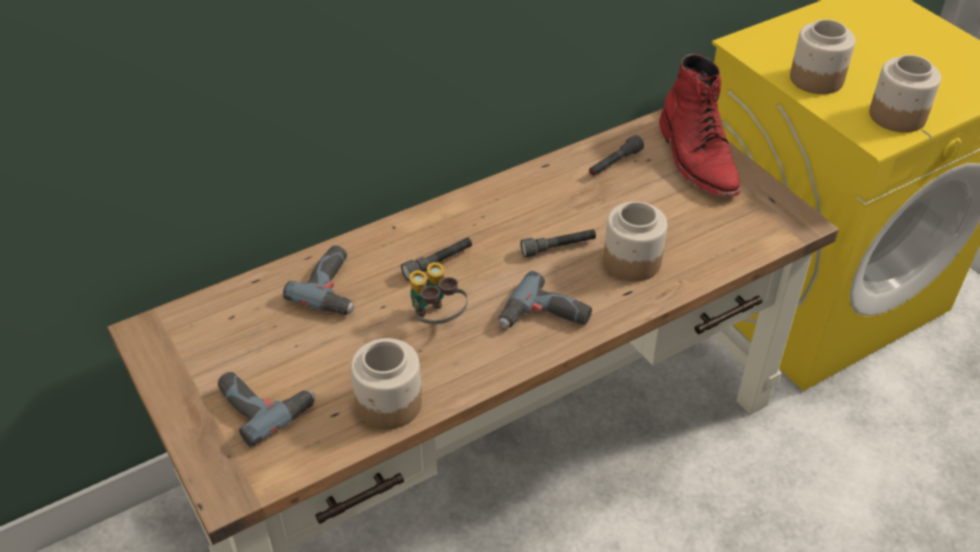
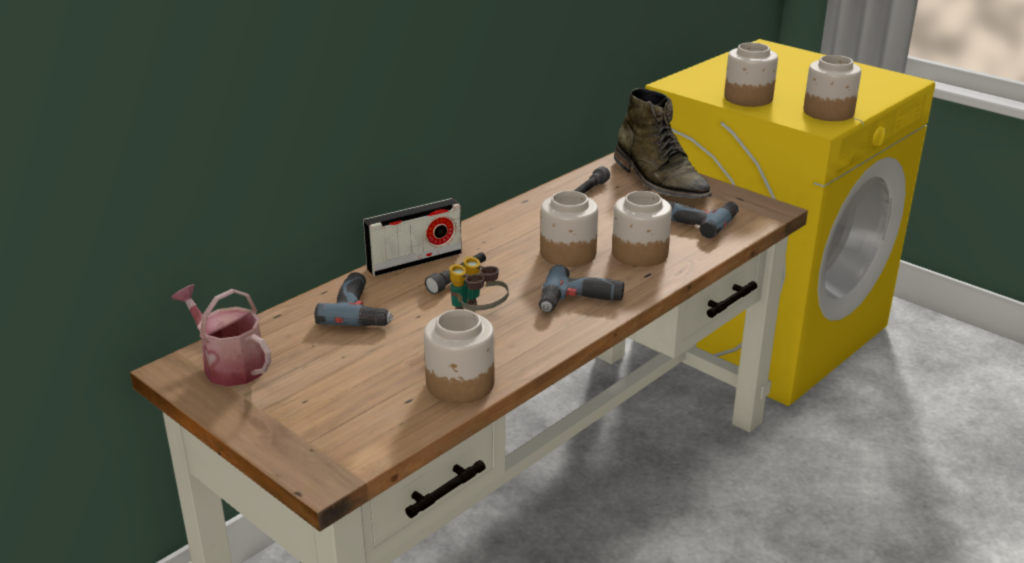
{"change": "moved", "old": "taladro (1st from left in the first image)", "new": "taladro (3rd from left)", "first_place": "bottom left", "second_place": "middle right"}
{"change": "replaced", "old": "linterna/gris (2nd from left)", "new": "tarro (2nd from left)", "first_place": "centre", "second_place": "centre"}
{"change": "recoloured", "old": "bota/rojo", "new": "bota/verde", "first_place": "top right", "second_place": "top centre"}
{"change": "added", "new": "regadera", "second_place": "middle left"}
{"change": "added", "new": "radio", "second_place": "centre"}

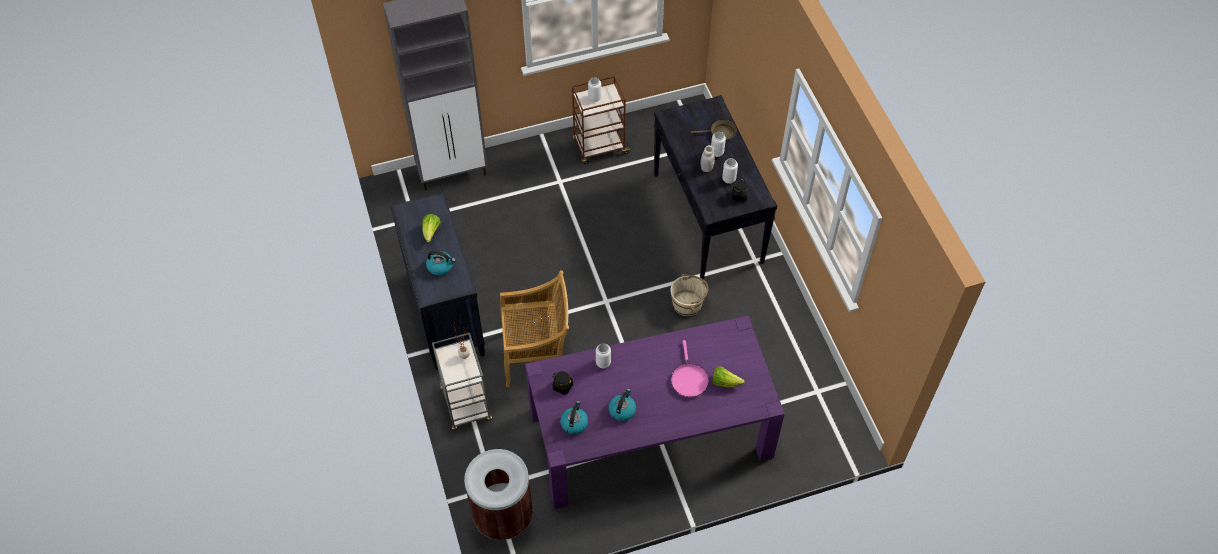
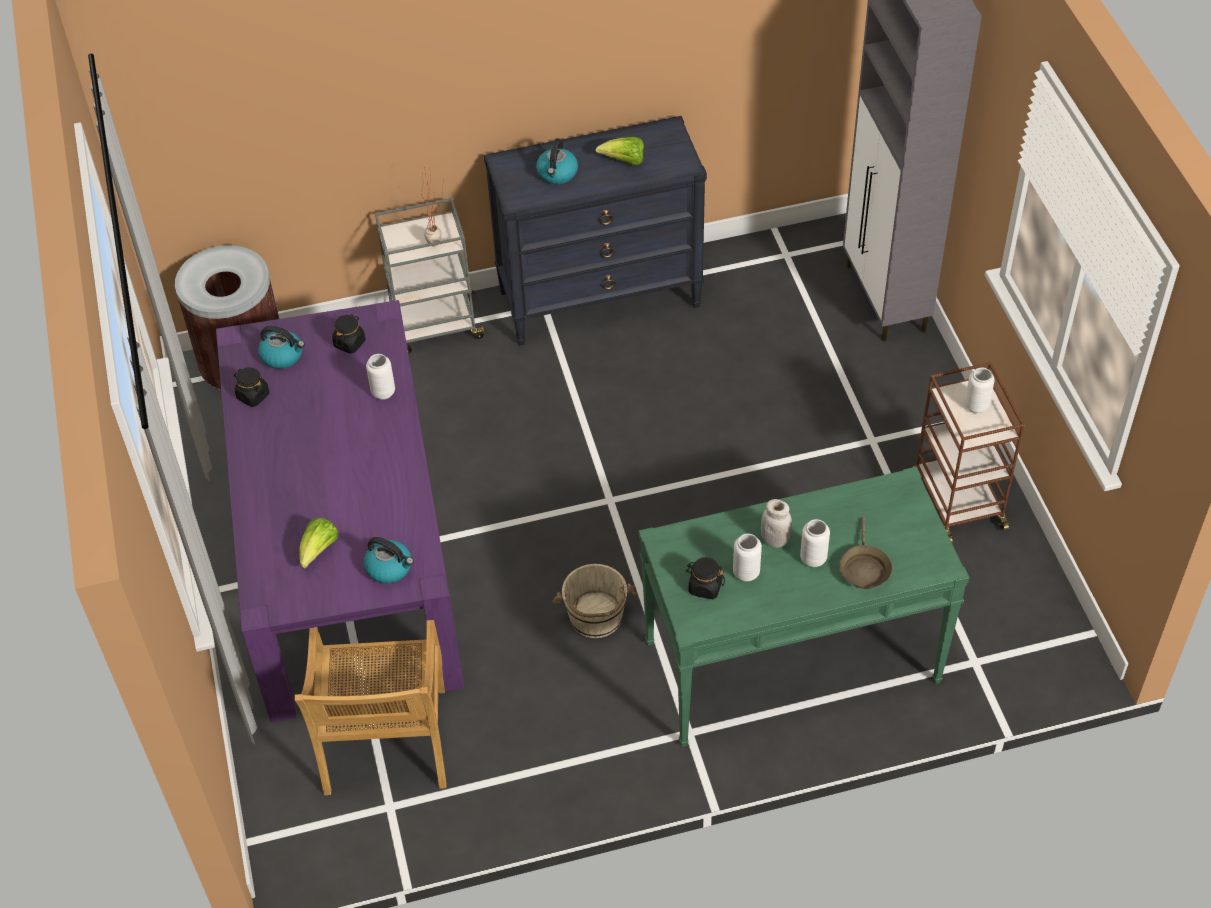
{"change": "moved", "old": "silla/beis", "first_place": "centre", "second_place": "bottom left"}
{"change": "moved", "old": "hervidor (3rd from left in the first image)", "new": "hervidor (2nd from left)", "first_place": "bottom centre", "second_place": "middle left"}
{"change": "recoloured", "old": "mesa consola/negro", "new": "mesa consola/verde", "first_place": "centre", "second_place": "bottom centre"}
{"change": "removed", "old": "sartén/rosa", "first_place": "centre"}
{"change": "added", "new": "tarro/negro (1st from left)", "second_place": "middle left"}

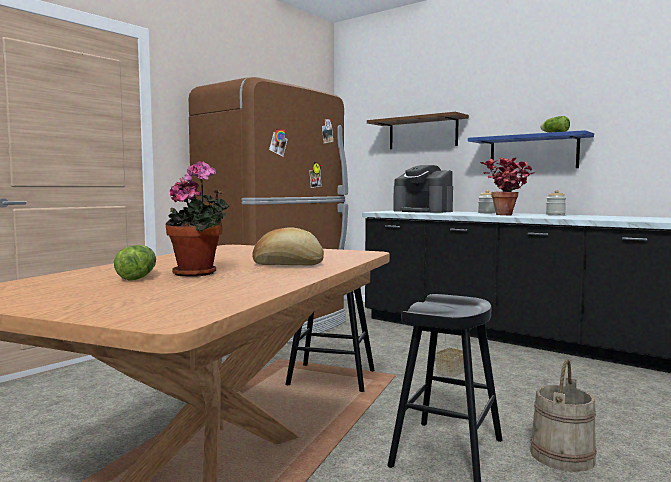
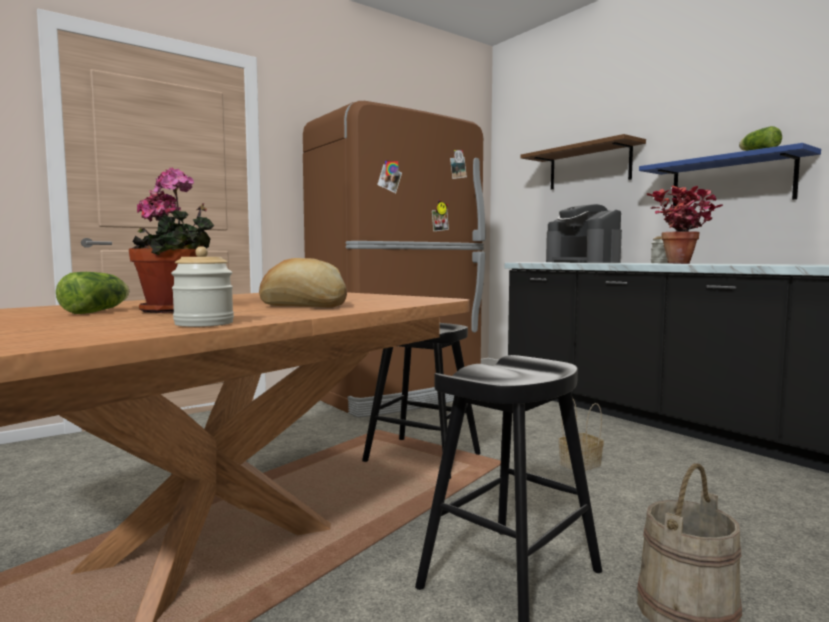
{"change": "moved", "old": "tarro (2nd from left in the first image)", "new": "tarro (1st from left)", "first_place": "middle right", "second_place": "middle left"}

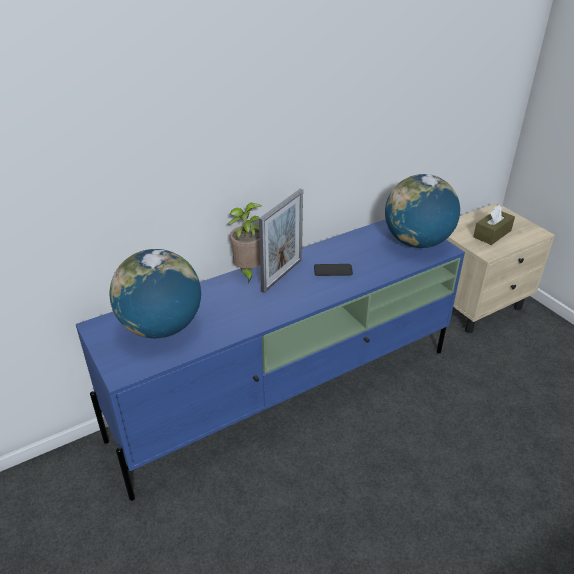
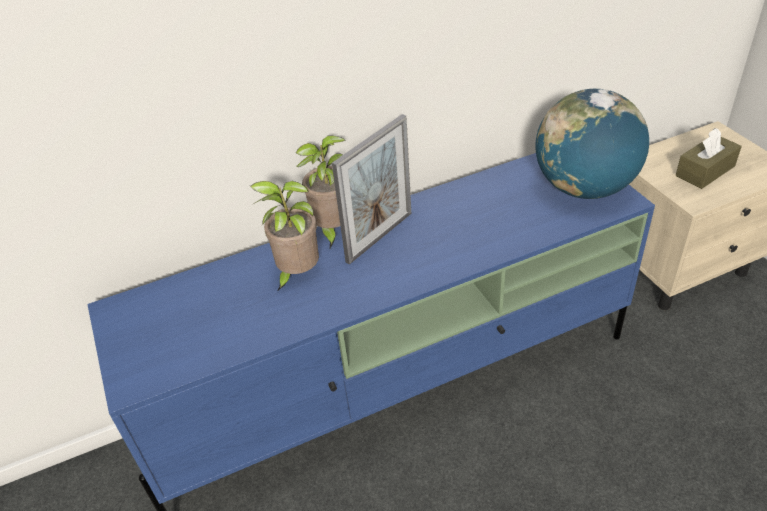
{"change": "removed", "old": "globo terráqueo (1st from left)", "first_place": "middle left"}
{"change": "removed", "old": "móvil", "first_place": "centre"}
{"change": "added", "new": "planta en maceta (1st from left)", "second_place": "centre"}

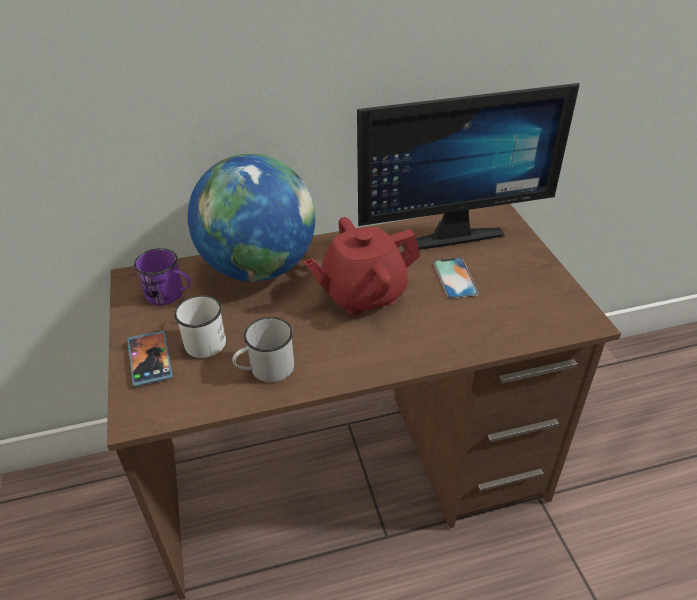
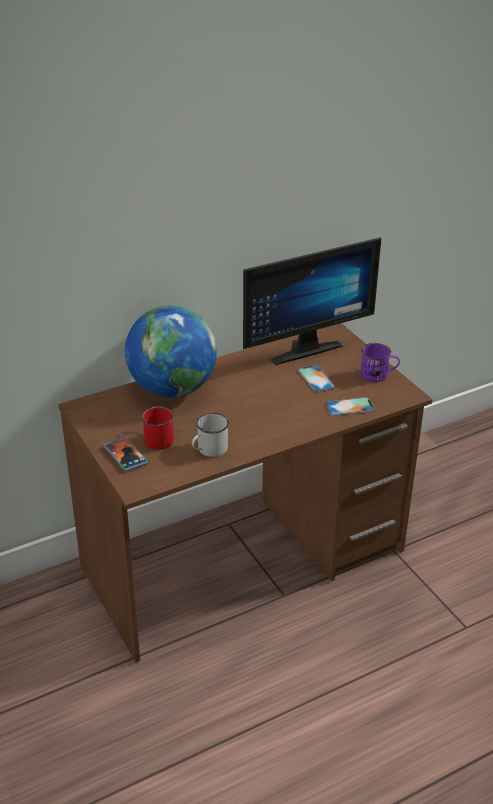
{"change": "moved", "old": "taza grande/morado", "first_place": "middle left", "second_place": "middle right"}
{"change": "recoloured", "old": "taza grande/blanco (1st from left)", "new": "taza grande/rojo", "first_place": "middle left", "second_place": "middle left"}
{"change": "removed", "old": "tetera/rojo", "first_place": "centre"}
{"change": "added", "new": "móvil (3rd from left)", "second_place": "middle right"}

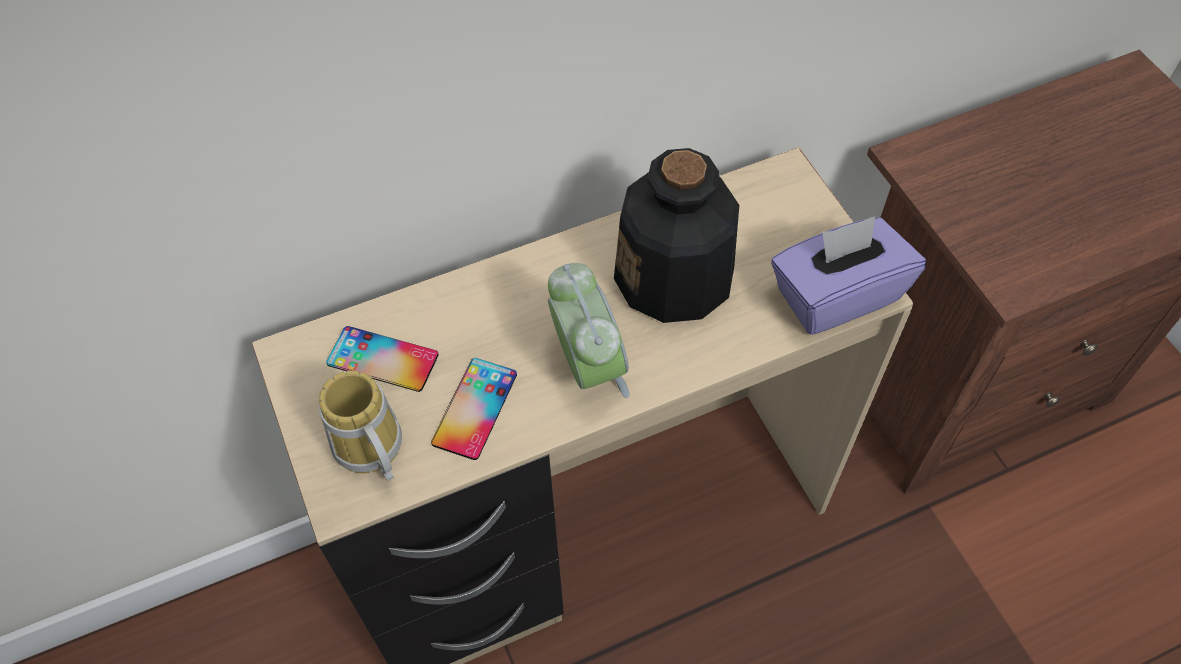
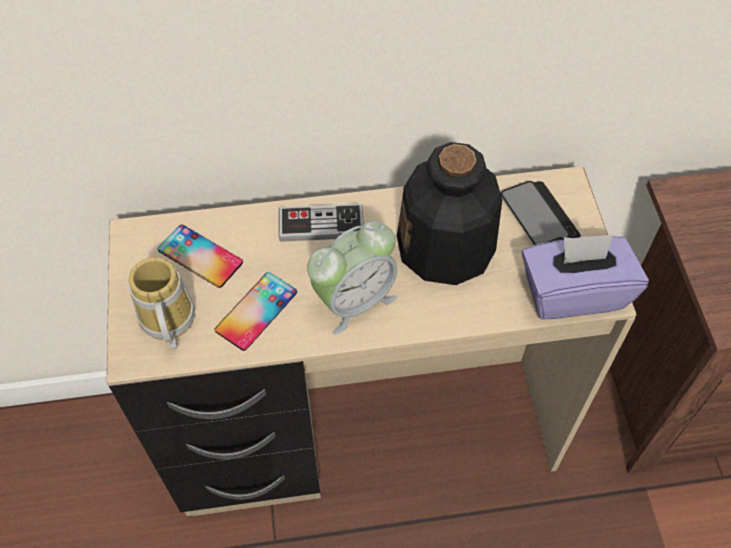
{"change": "turned", "old": "despertador", "first_place": "centre", "second_place": "centre", "degrees": 60}
{"change": "added", "new": "mando de consola", "second_place": "centre"}
{"change": "added", "new": "móvil (3rd from left)", "second_place": "middle right"}

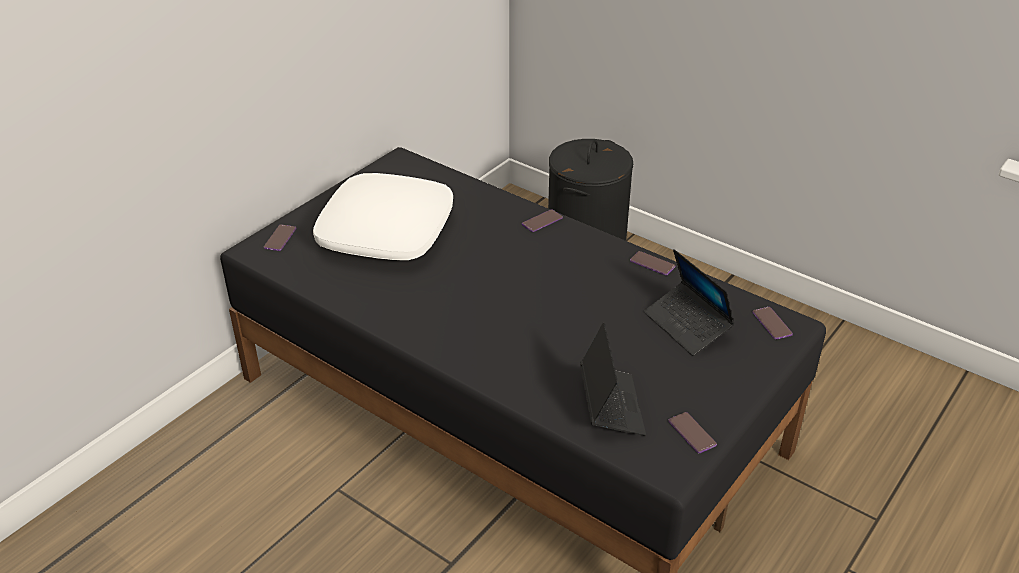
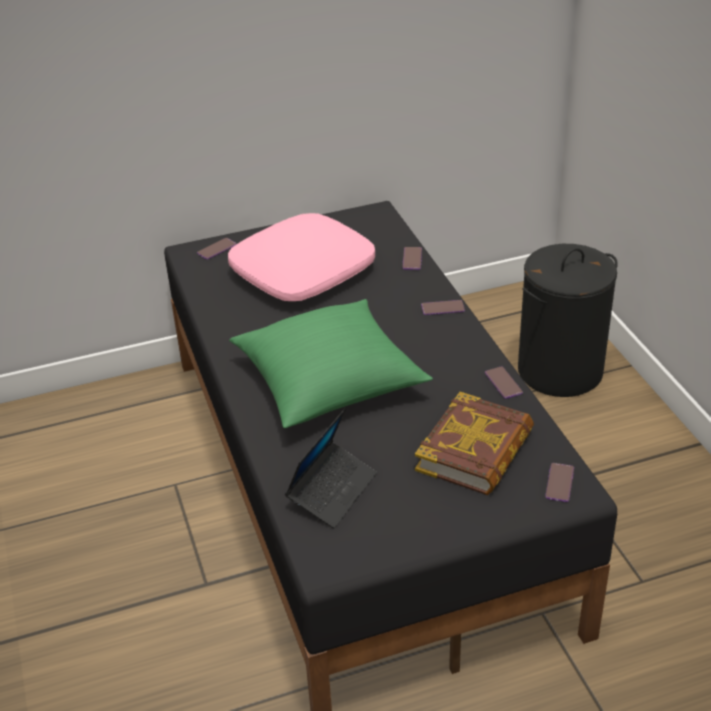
{"change": "recoloured", "old": "cojín/blanco", "new": "cojín/rosa", "first_place": "centre", "second_place": "centre"}
{"change": "replaced", "old": "portátil (2nd from left)", "new": "libro", "first_place": "middle right", "second_place": "middle right"}
{"change": "moved", "old": "móvil (4th from left in the first image)", "new": "móvil (2nd from left)", "first_place": "bottom right", "second_place": "centre"}
{"change": "added", "new": "cojín/verde", "second_place": "centre"}

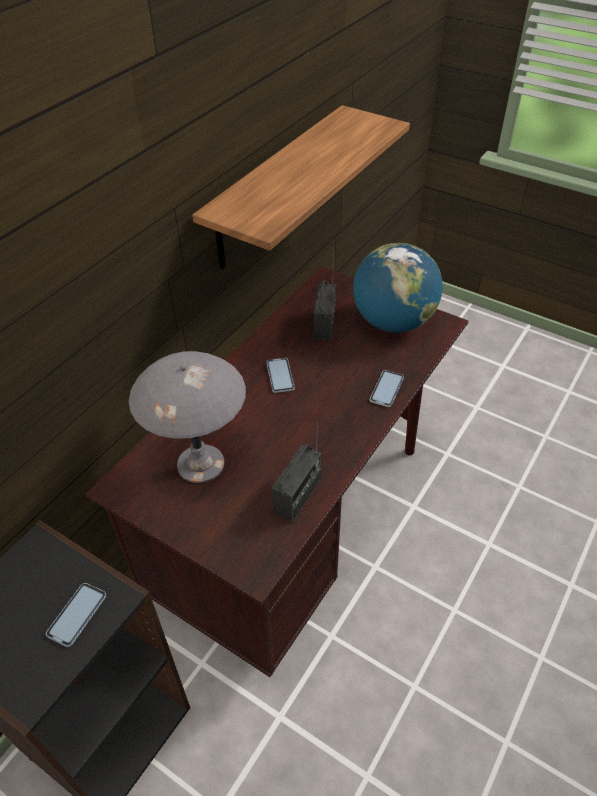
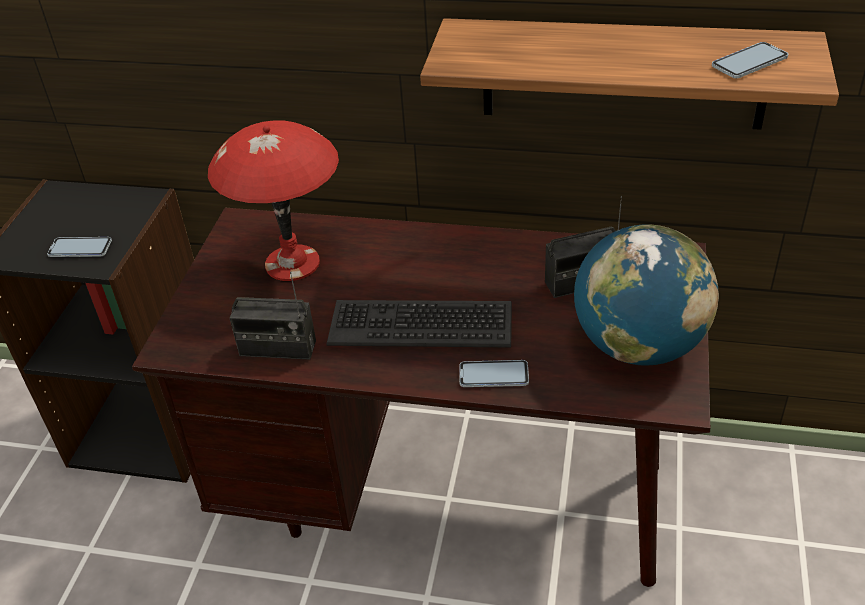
{"change": "recoloured", "old": "lámpara de mesa/gris", "new": "lámpara de mesa/rojo", "first_place": "middle left", "second_place": "top left"}
{"change": "moved", "old": "móvil (2nd from left in the first image)", "new": "móvil (3rd from left)", "first_place": "centre", "second_place": "top right"}
{"change": "added", "new": "teclado", "second_place": "centre"}

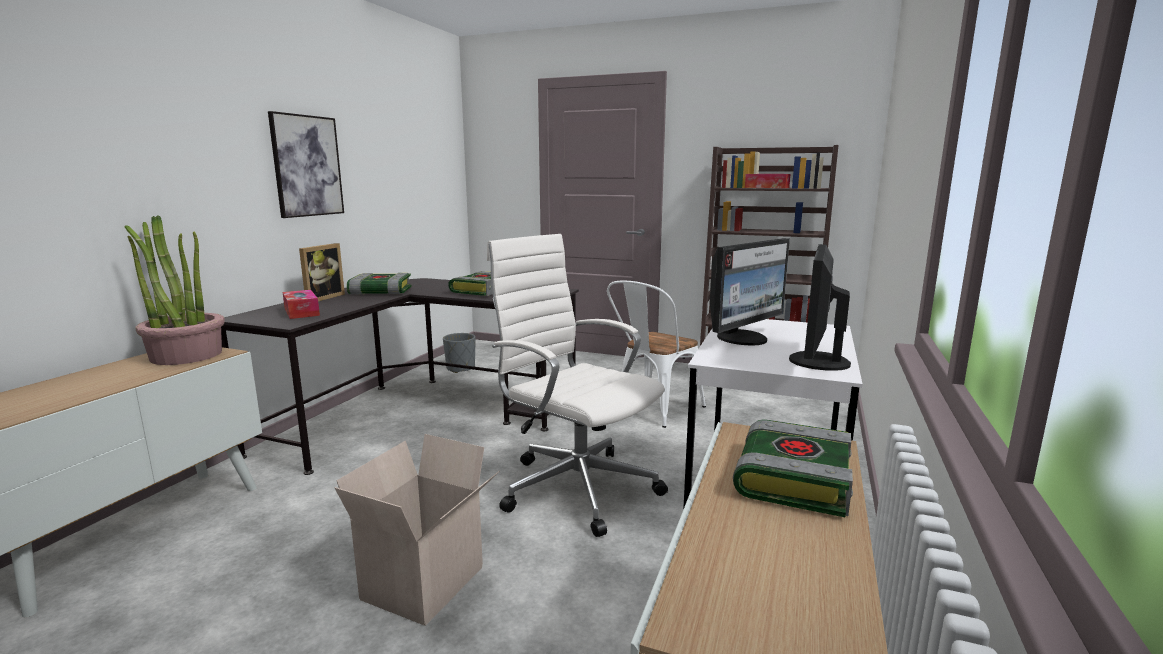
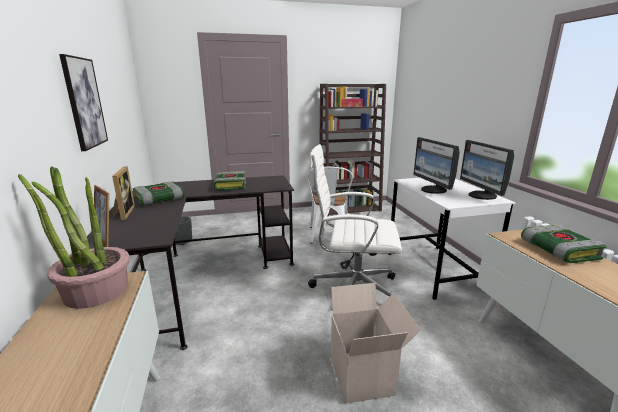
{"change": "removed", "old": "caja de pañuelos (1st from left)", "first_place": "middle left"}
{"change": "turned", "old": "monitor (1st from left)", "first_place": "centre", "second_place": "middle right", "degrees": 150}
{"change": "added", "new": "portarretratos (1st from left)", "second_place": "middle left"}

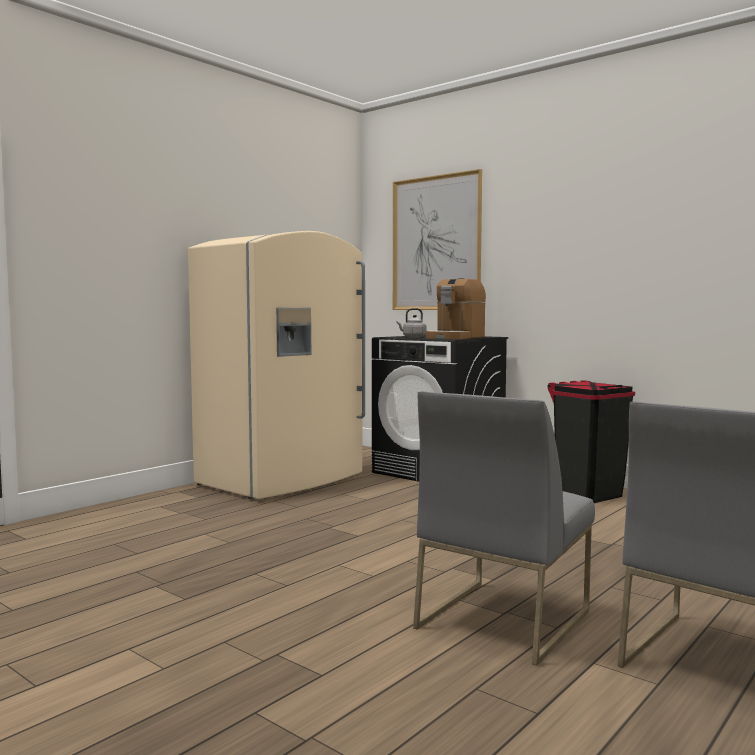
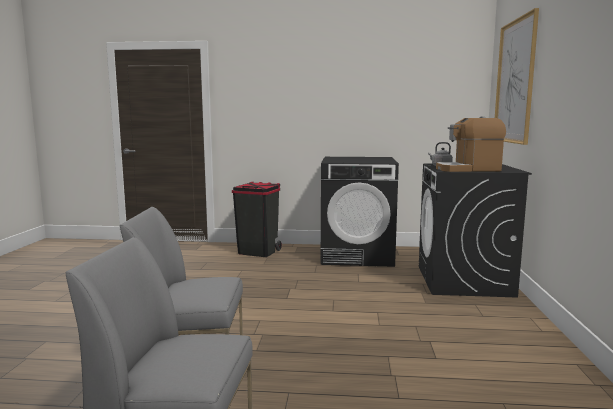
{"change": "replaced", "old": "nevera/beis", "new": "lavadora/negro (1st from left)", "first_place": "centre", "second_place": "centre"}
{"change": "moved", "old": "papelera/negro", "first_place": "middle right", "second_place": "centre"}

